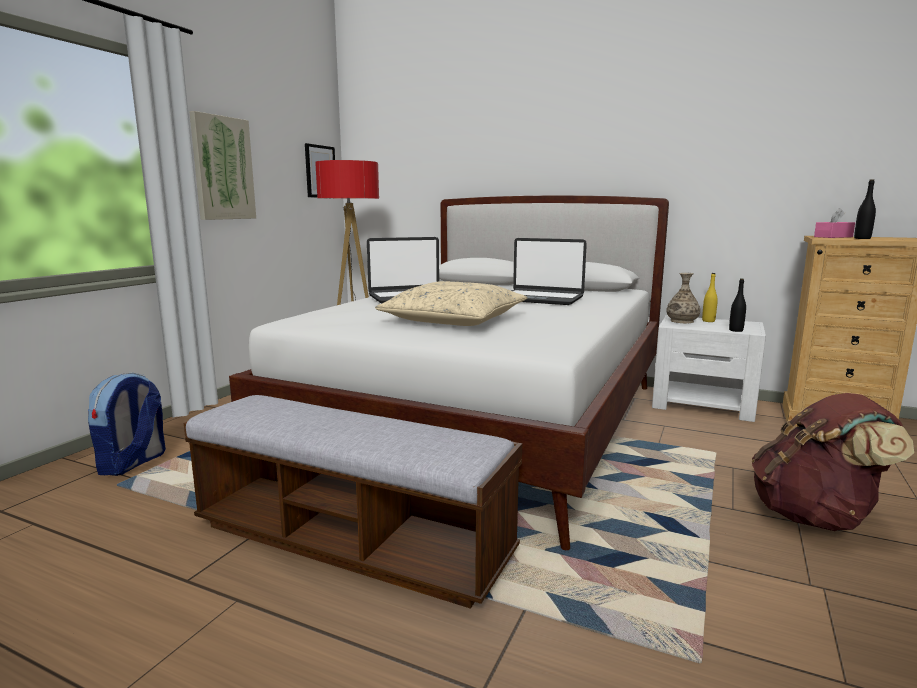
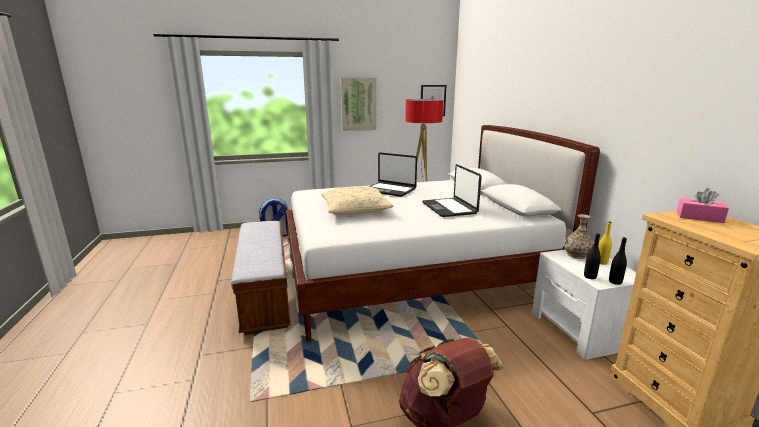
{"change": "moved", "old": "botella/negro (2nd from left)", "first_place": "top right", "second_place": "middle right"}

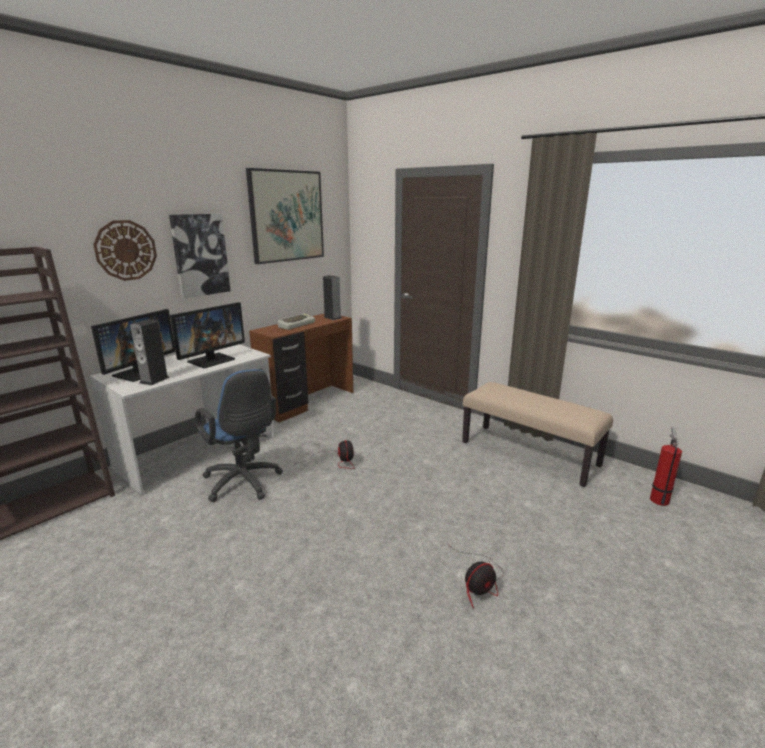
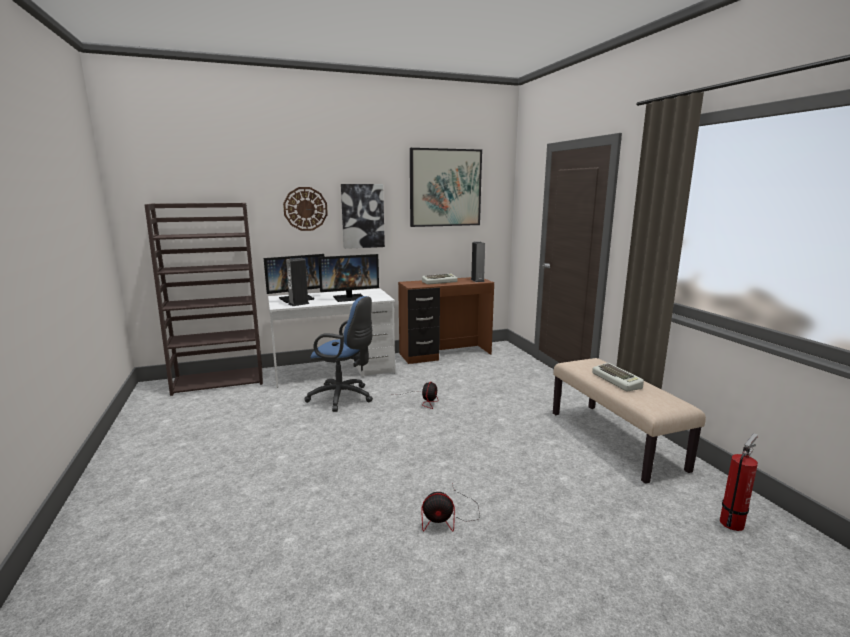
{"change": "turned", "old": "silla de oficina/azul", "first_place": "middle left", "second_place": "centre", "degrees": -60}
{"change": "added", "new": "teclado (2nd from left)", "second_place": "middle right"}

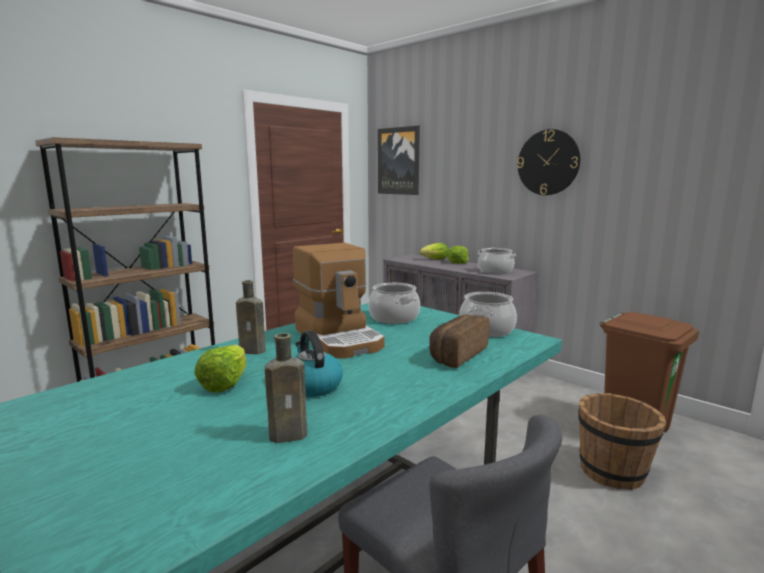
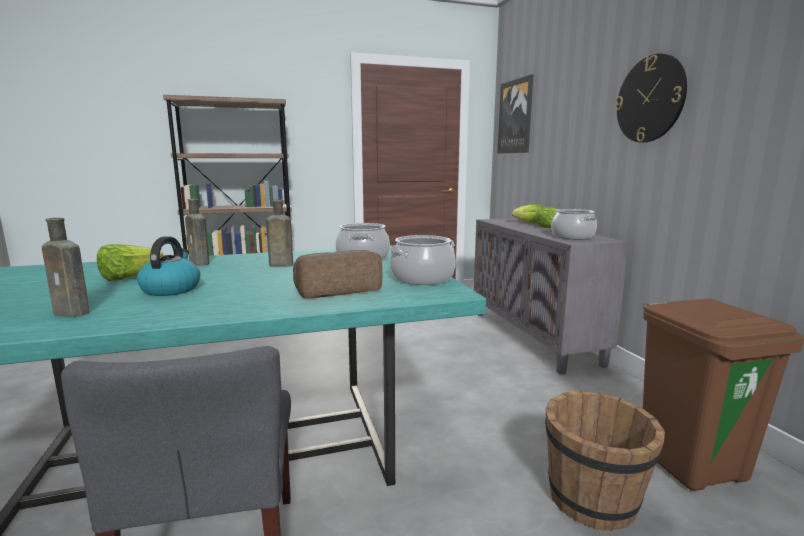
{"change": "replaced", "old": "cafetera", "new": "botella/marrón (3rd from left)", "first_place": "centre", "second_place": "centre"}

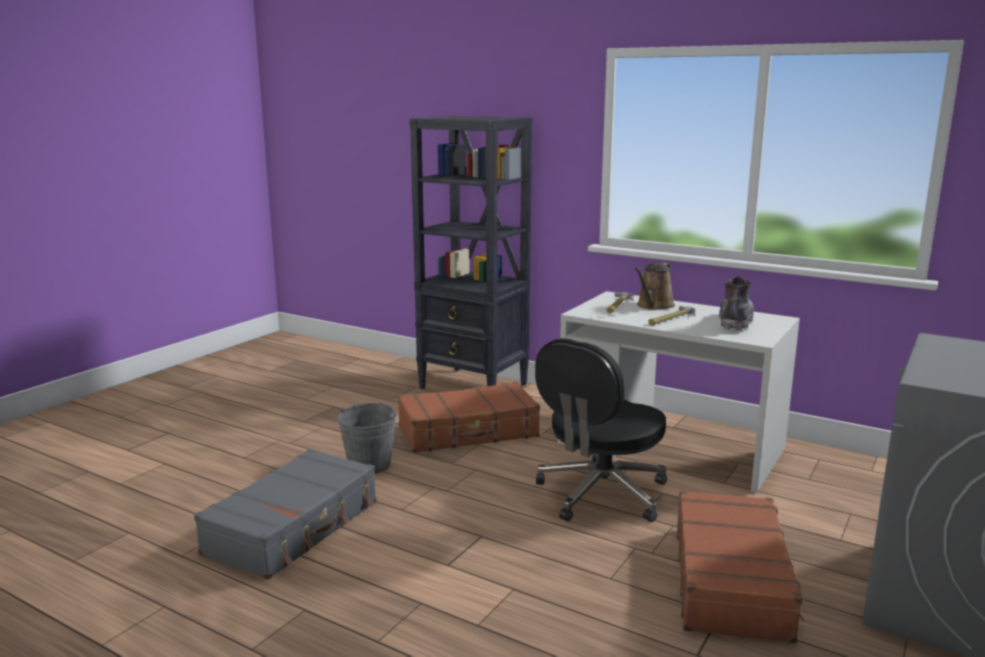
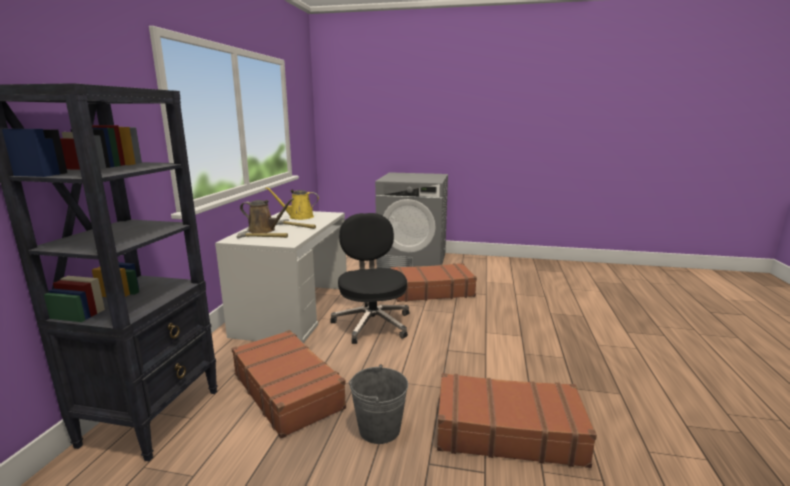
{"change": "recoloured", "old": "maleta/gris", "new": "maleta/marrón (3rd from left)", "first_place": "bottom left", "second_place": "bottom centre"}
{"change": "turned", "old": "silla de oficina/negro", "first_place": "centre", "second_place": "centre", "degrees": -120}
{"change": "replaced", "old": "bota/gris", "new": "regadera/amarillo", "first_place": "middle right", "second_place": "centre"}

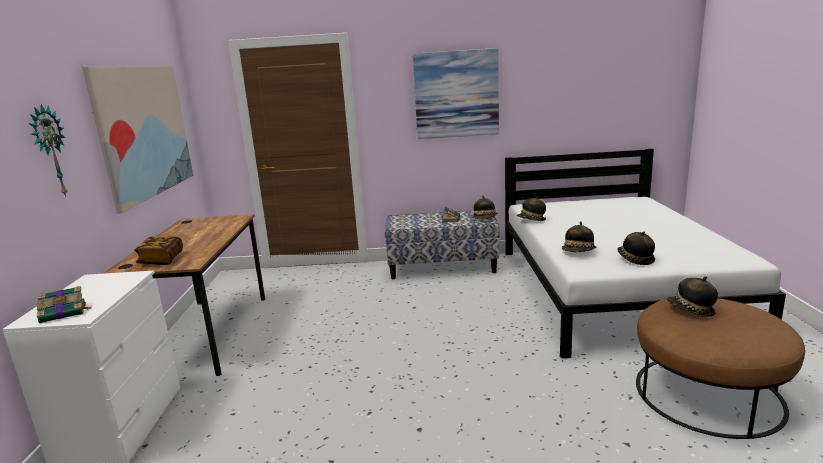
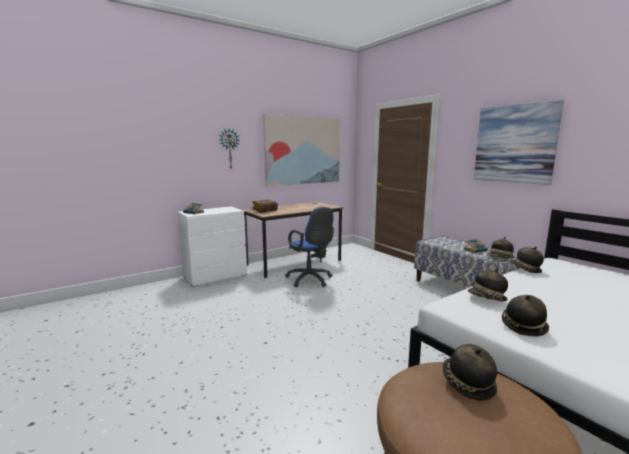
{"change": "added", "new": "silla de oficina/azul", "second_place": "centre"}

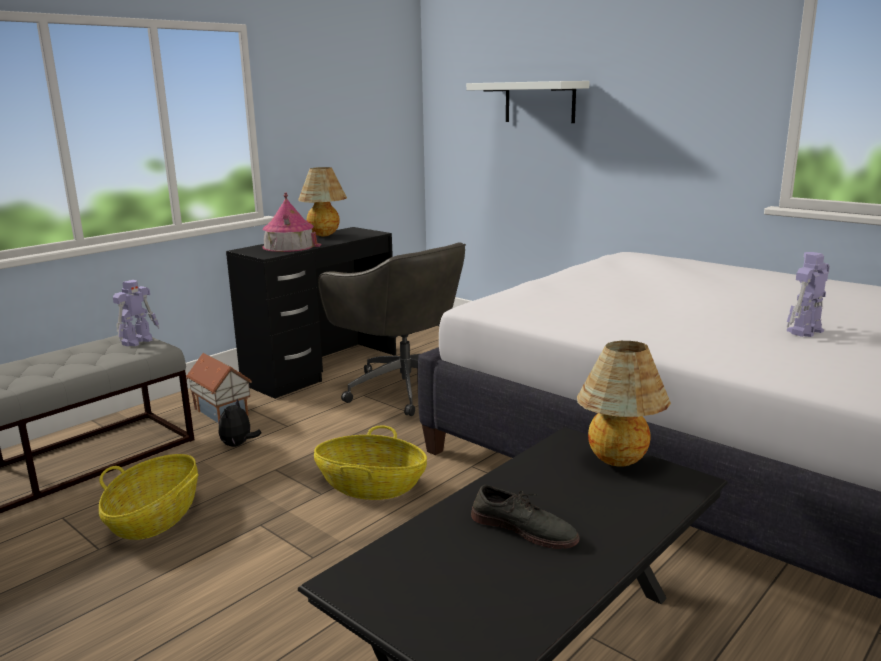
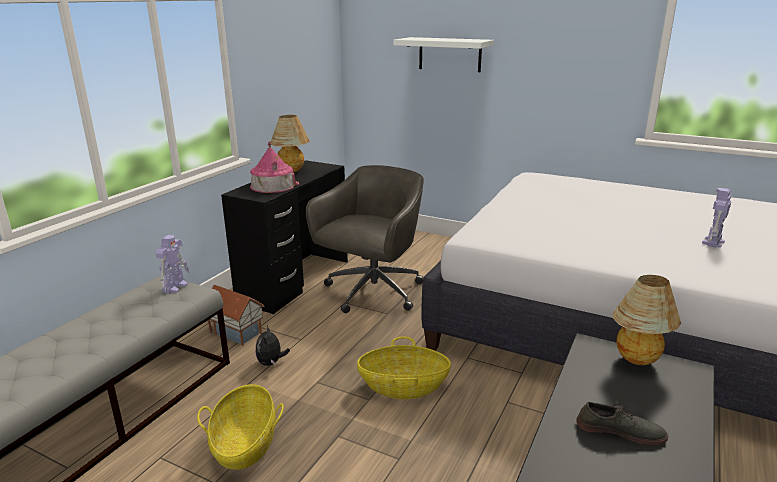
{"change": "turned", "old": "silla de oficina/gris", "first_place": "centre", "second_place": "centre", "degrees": -90}

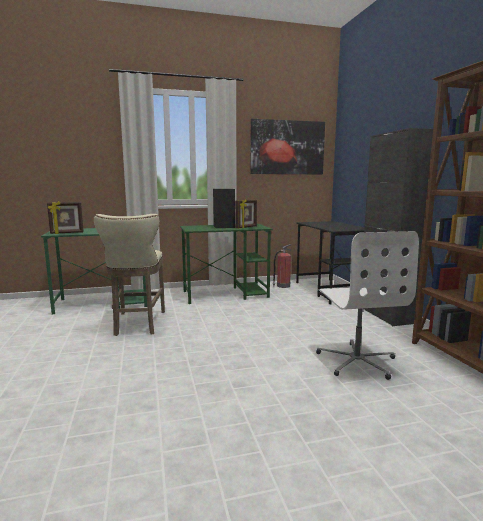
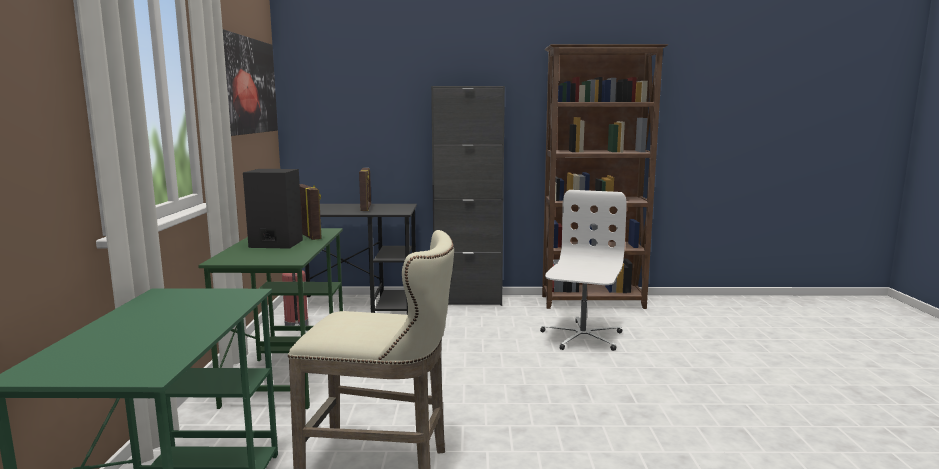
{"change": "moved", "old": "portarretratos (1st from left in the first image)", "new": "portarretratos (2nd from left)", "first_place": "middle left", "second_place": "centre"}
{"change": "turned", "old": "silla de oficina/blanco", "first_place": "middle right", "second_place": "centre", "degrees": -75}

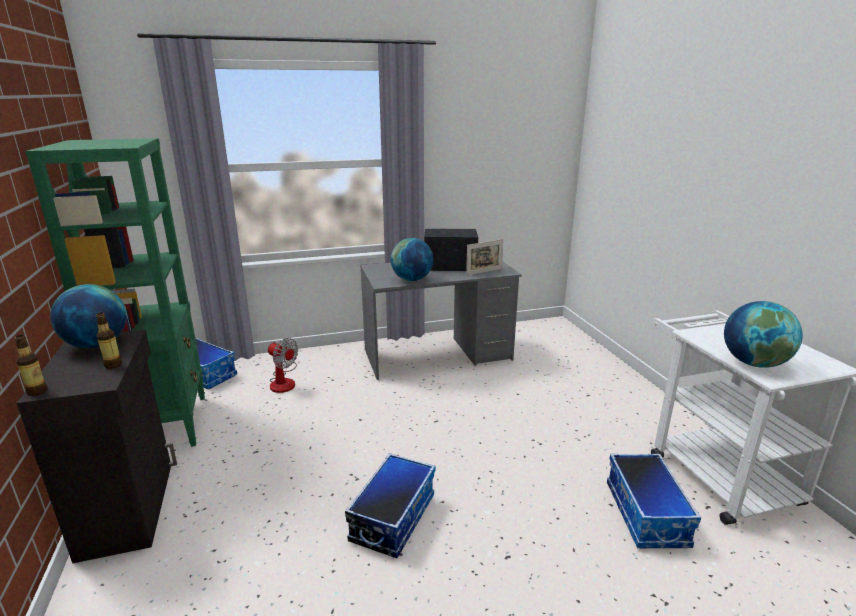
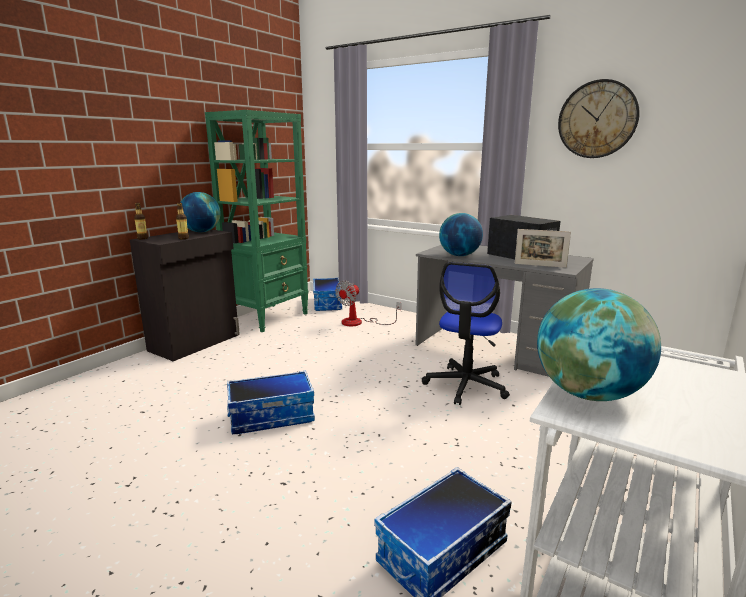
{"change": "turned", "old": "ventilador", "first_place": "middle left", "second_place": "centre", "degrees": 45}
{"change": "added", "new": "silla de oficina", "second_place": "centre"}
{"change": "added", "new": "reloj de pared", "second_place": "top right"}

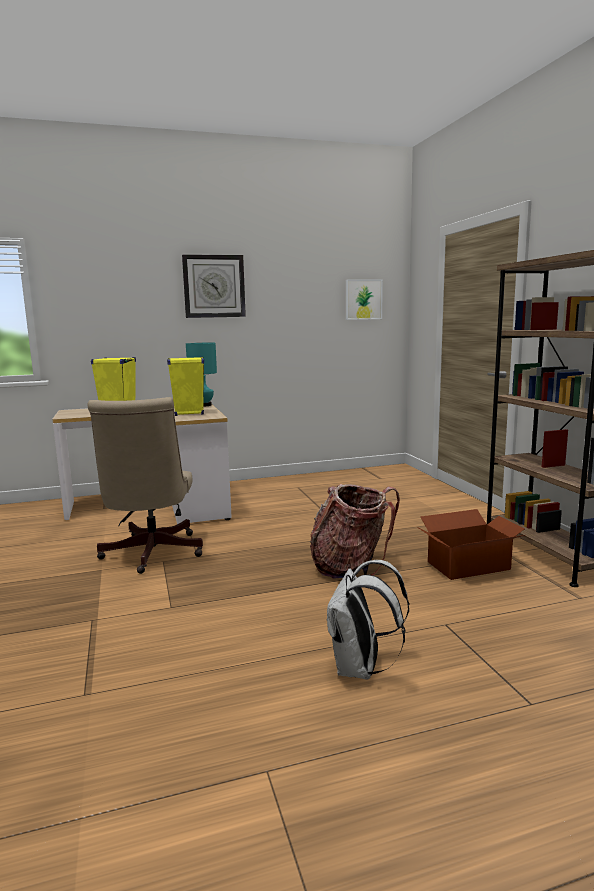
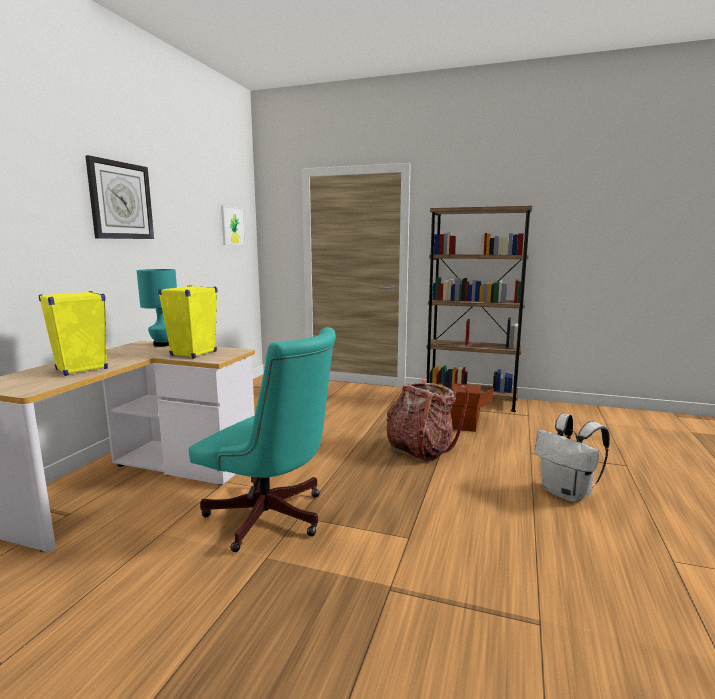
{"change": "recoloured", "old": "silla de oficina/beis", "new": "silla de oficina/turquesa", "first_place": "middle left", "second_place": "centre"}

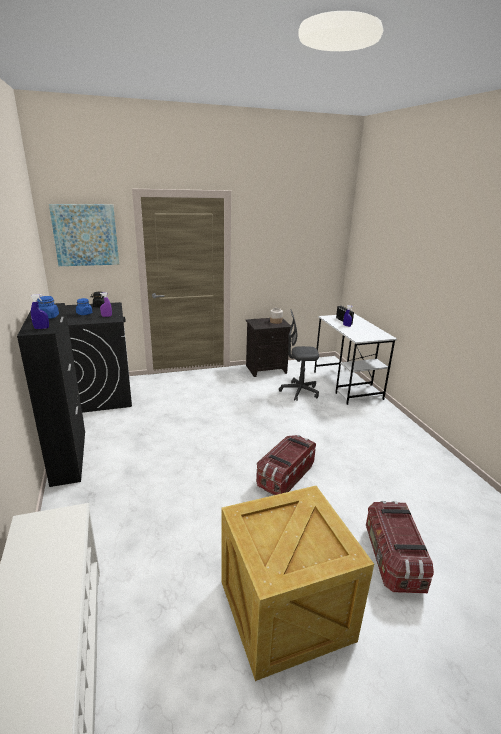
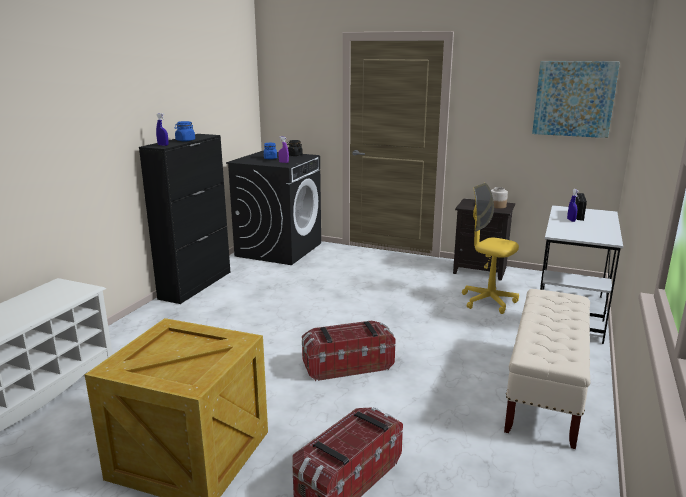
{"change": "moved", "old": "cuadro", "first_place": "top left", "second_place": "top right"}
{"change": "recoloured", "old": "silla de oficina/gris", "new": "silla de oficina/amarillo", "first_place": "centre", "second_place": "middle right"}
{"change": "added", "new": "banco/beis", "second_place": "bottom right"}

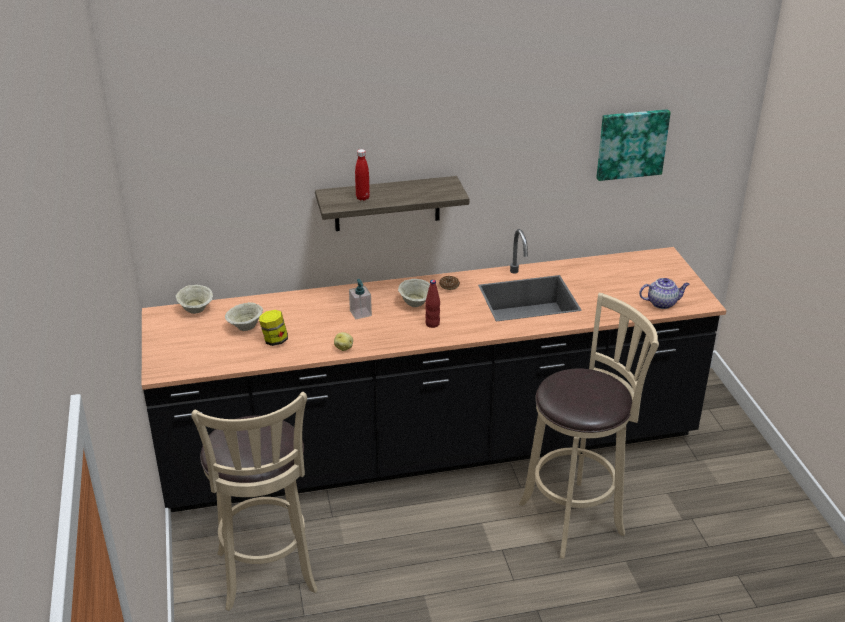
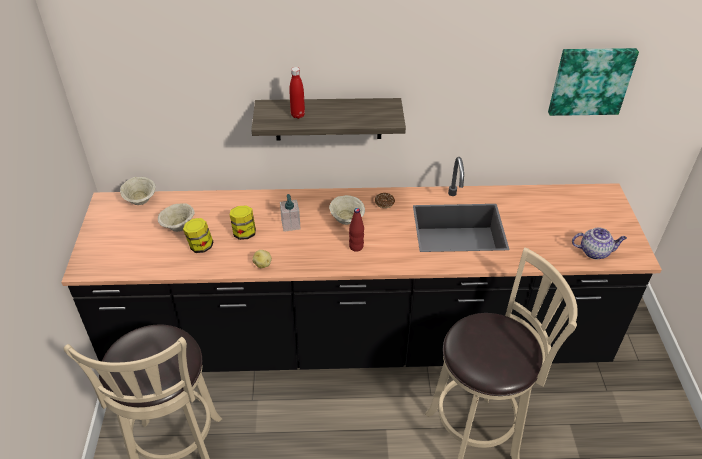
{"change": "added", "new": "tarro (2nd from left)", "second_place": "centre"}

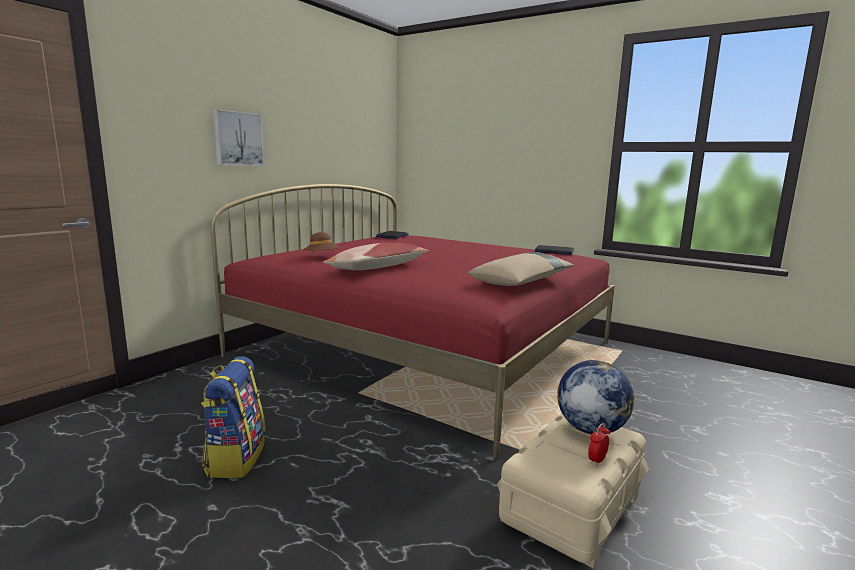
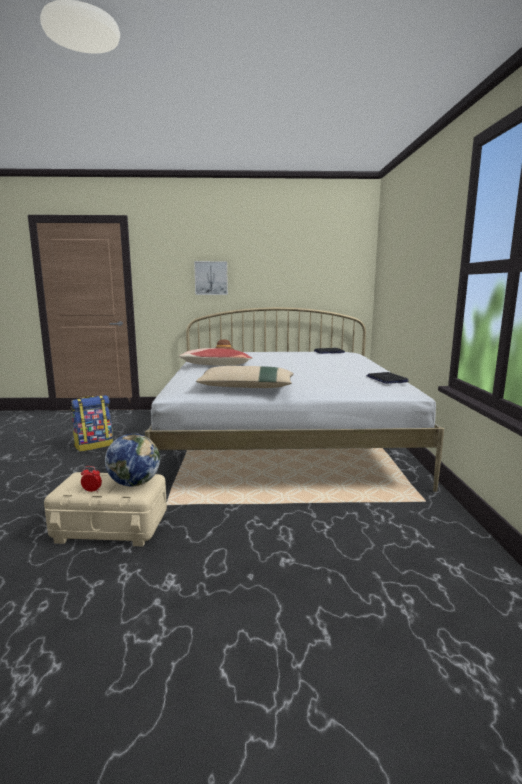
{"change": "recoloured", "old": "cama/rojo", "new": "cama/blanco", "first_place": "centre", "second_place": "centre"}

